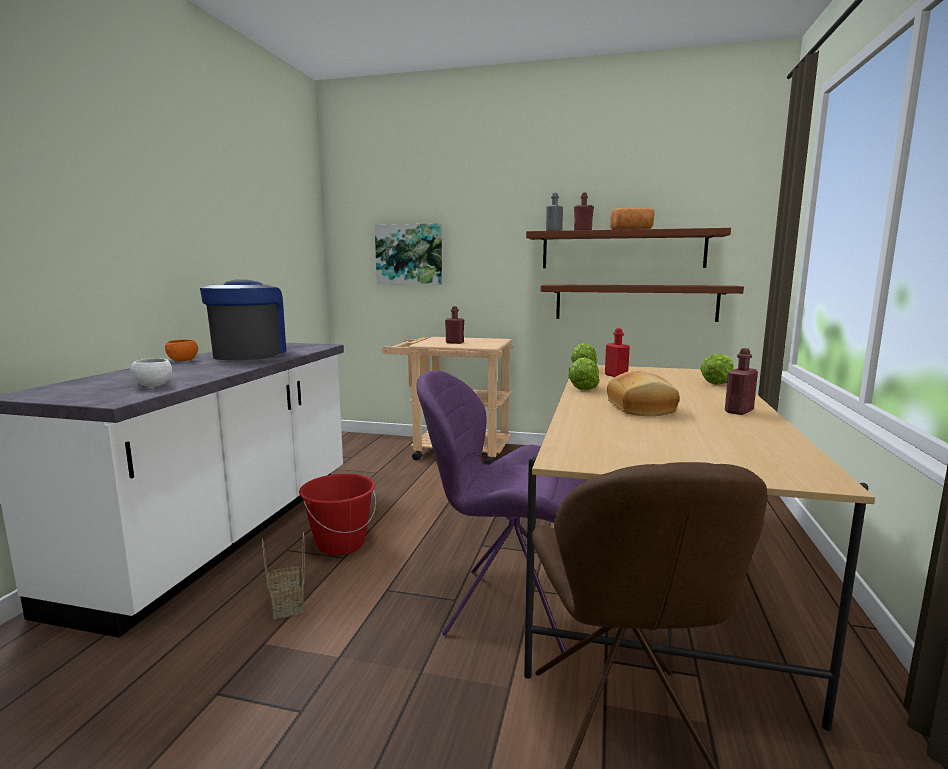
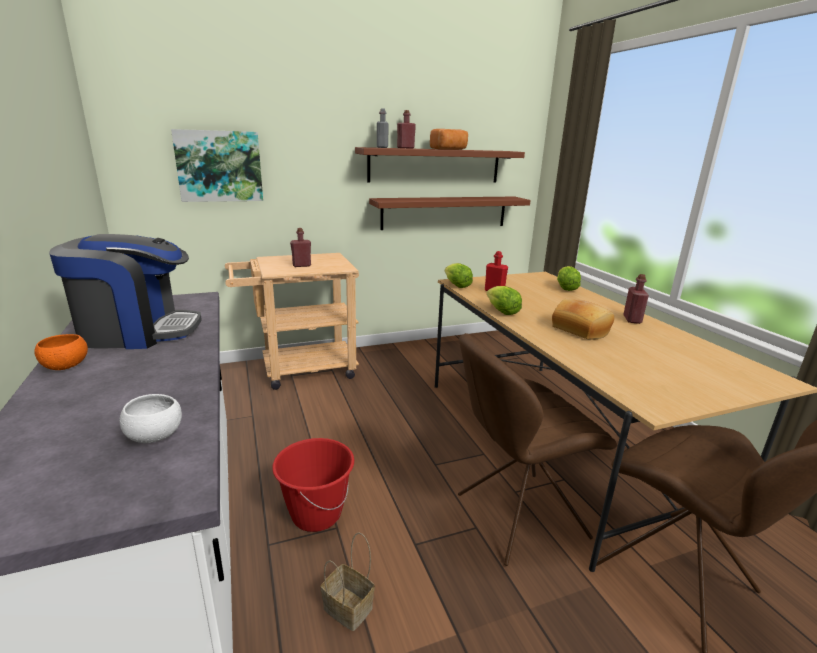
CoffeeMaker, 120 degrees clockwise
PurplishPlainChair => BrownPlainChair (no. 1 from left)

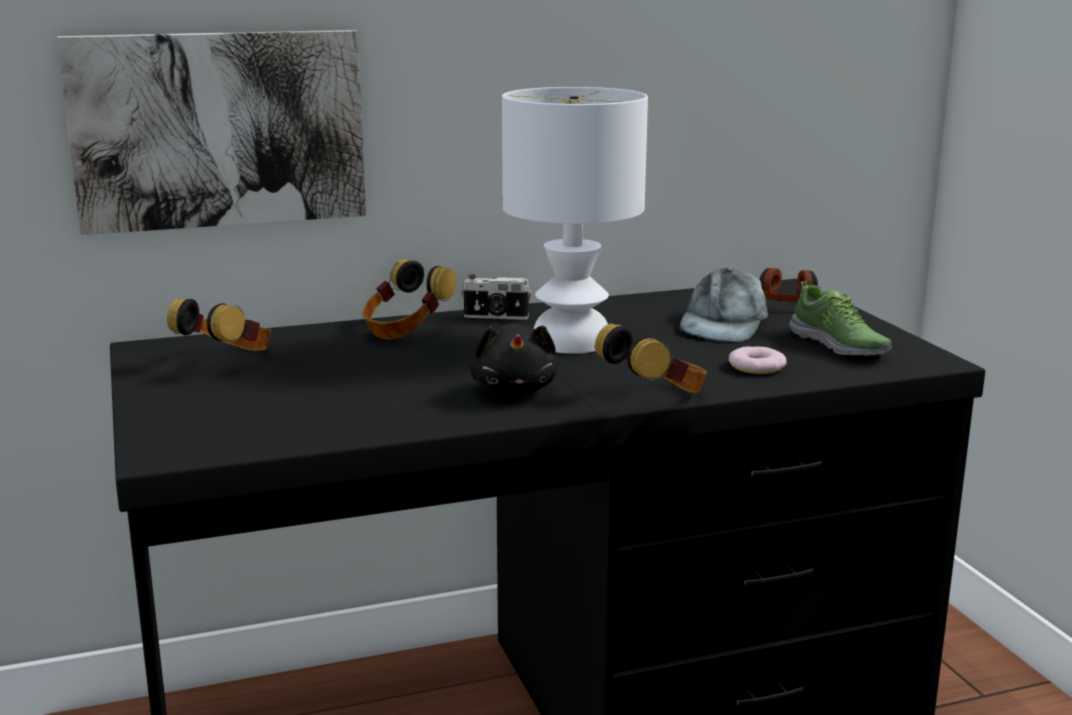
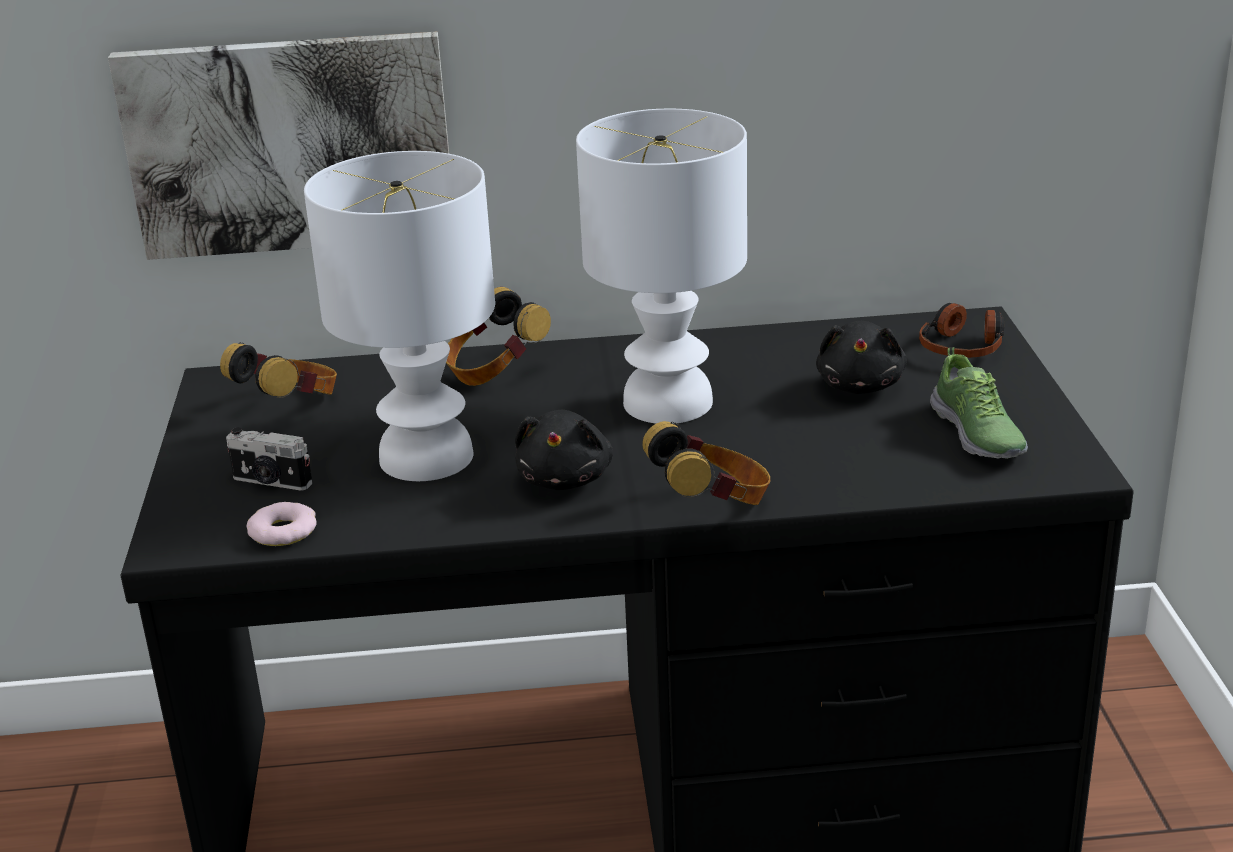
PhotoCamera, shifted
RingDoughnut, shifted
nothing => WhiteTabletopLamp (no. 1 from left)
GrayBaseballCap => BlackCuddlyToy (no. 2 from left)

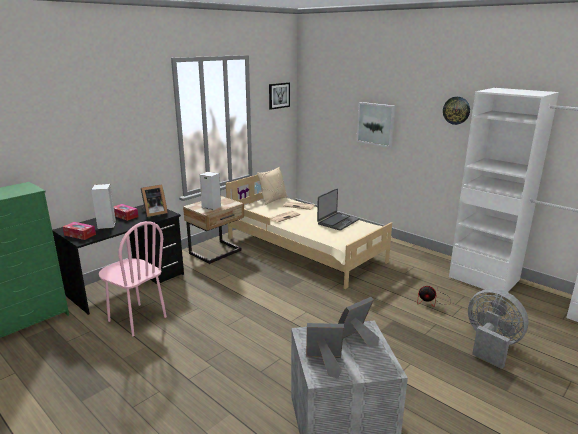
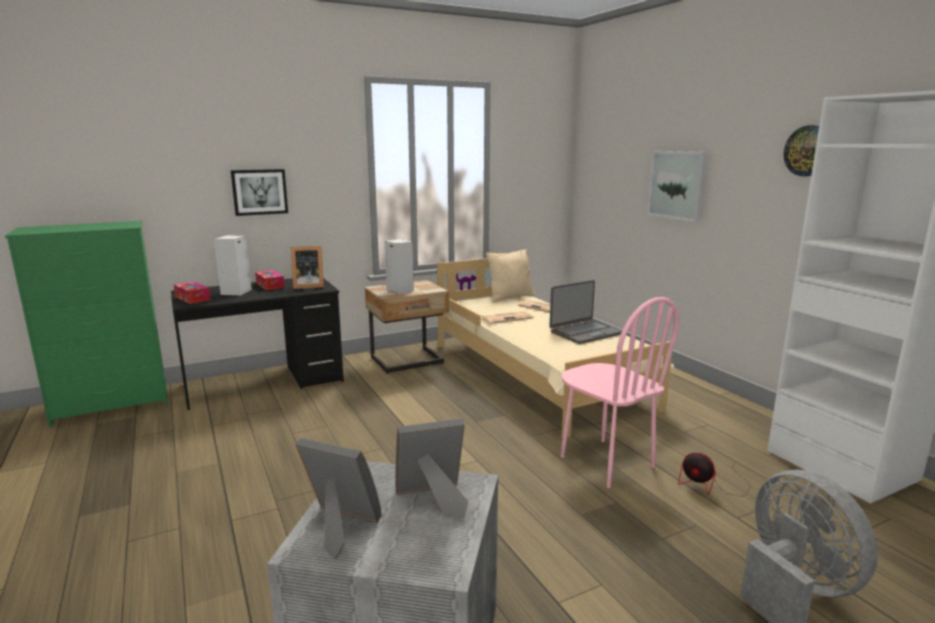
WallPicture (no. 1 from left), shifted
PinkishPlainChair, shifted

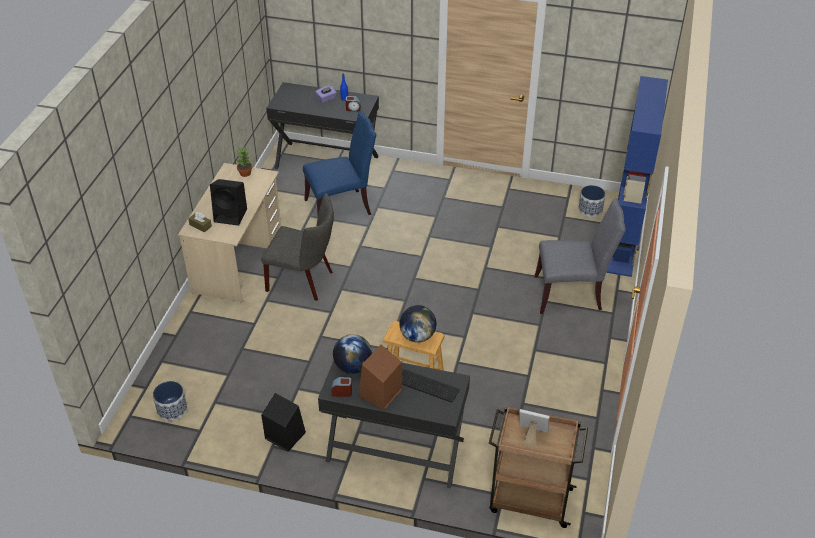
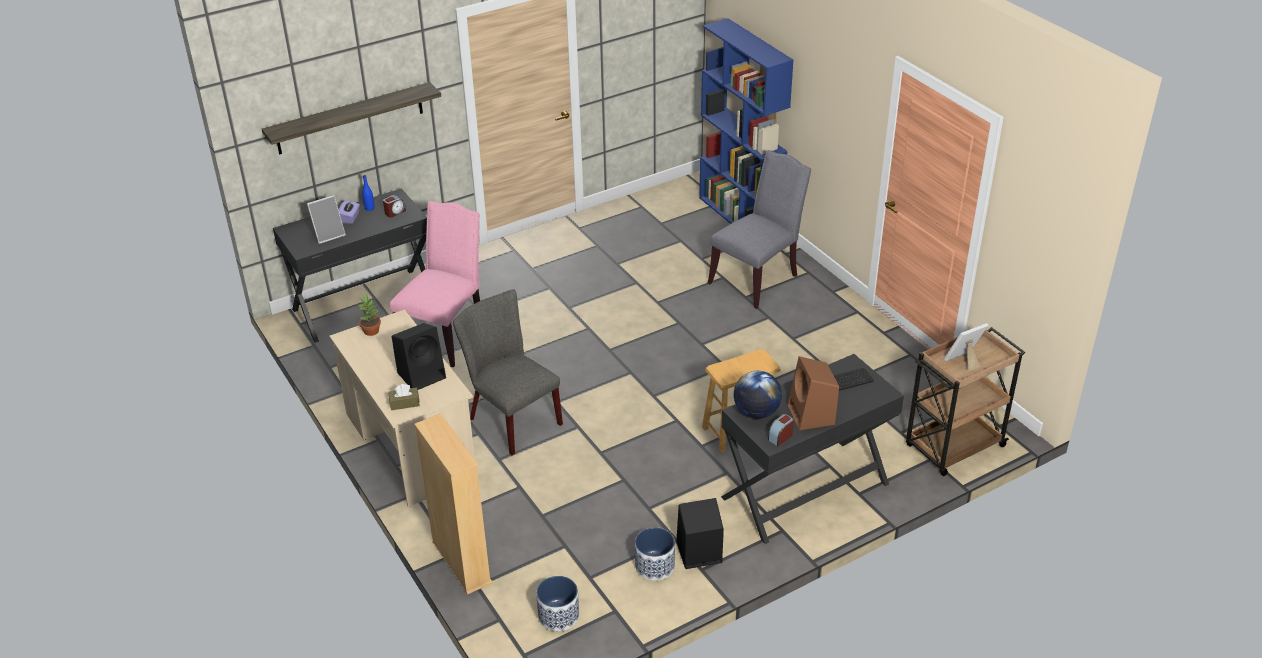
nothing => Shelf
nothing => PhotoFrame (no. 1 from left)
BlueColouredPlainChair => PinkishPlainChair
nothing => BeigeShelvingUnit
GrayPlainChair (no. 1 from left), 105 degrees counterclockwise
Planter (no. 2 from left), shifted
WorldGlobe (no. 2 from left) => nothing

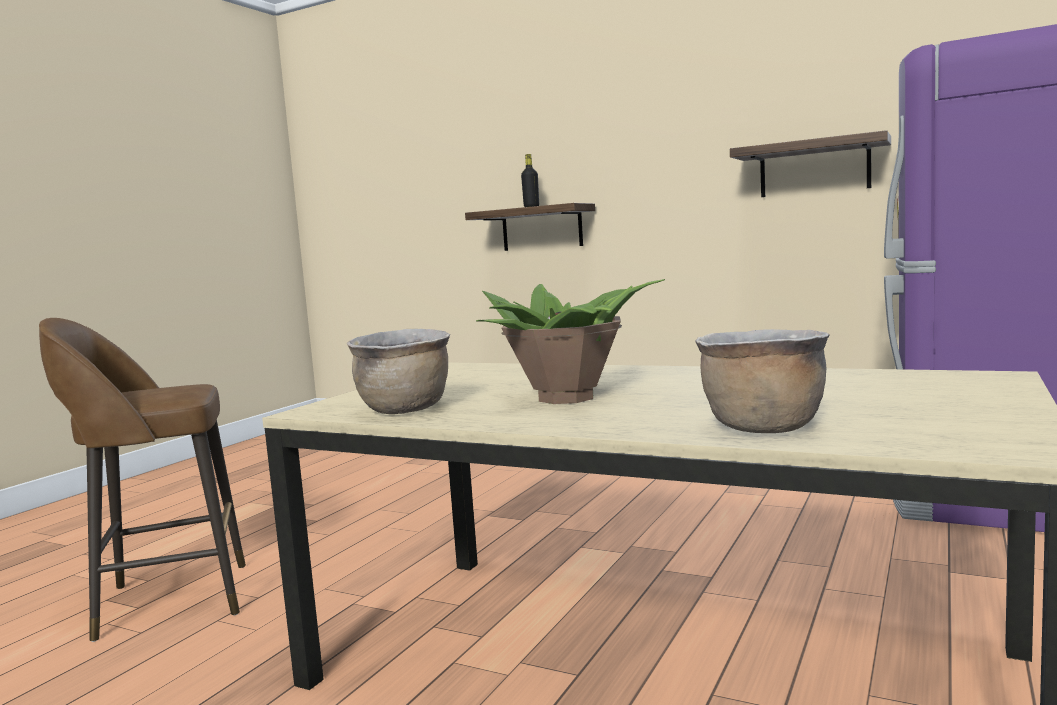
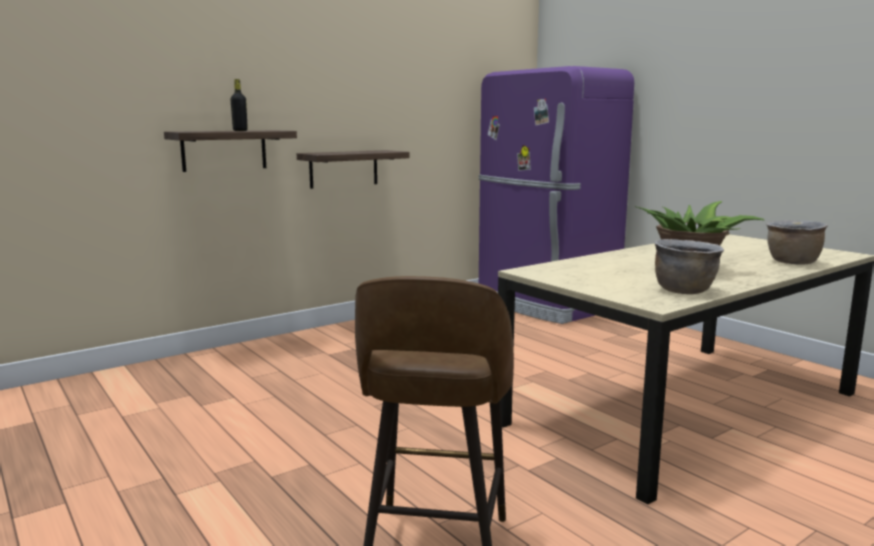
Shelf (no. 2 from left), shifted

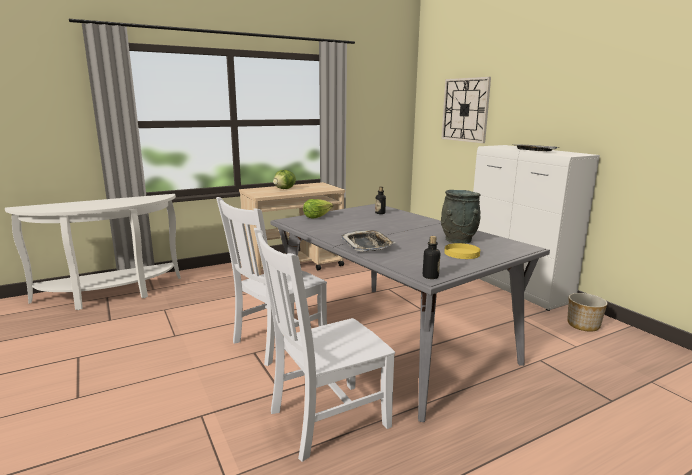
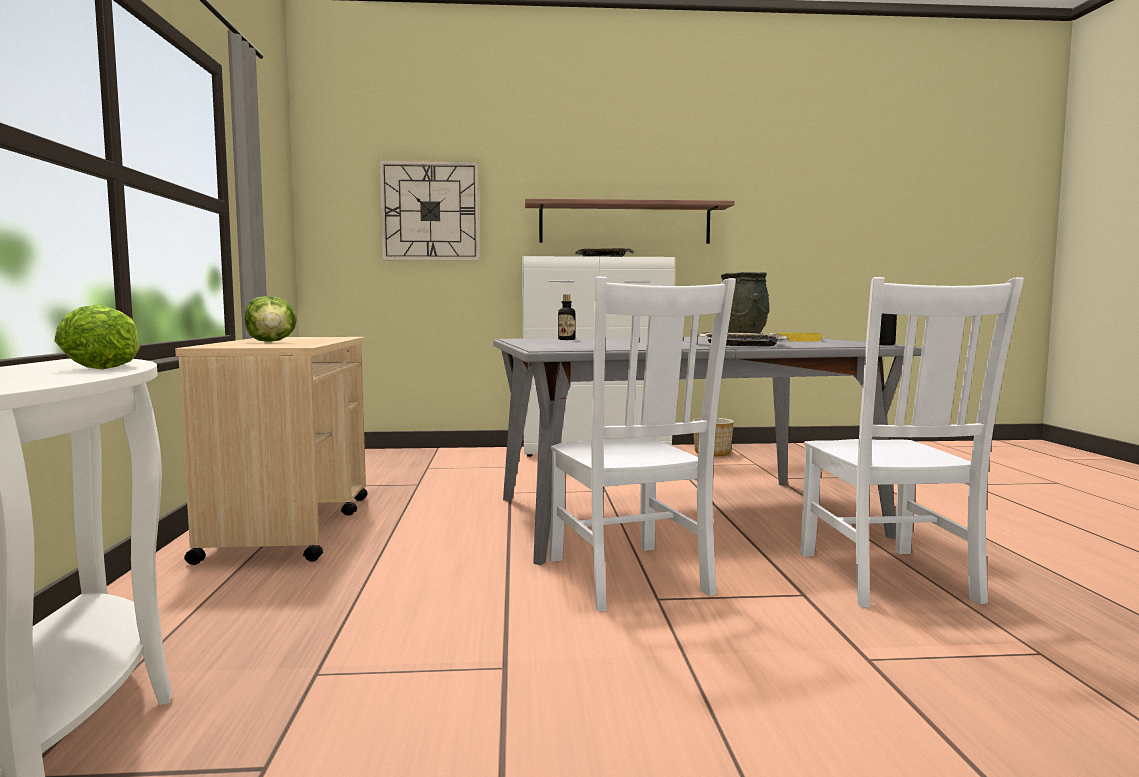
HeadOfLettuce (no. 2 from left in the first image) => HeadOfLettuce (no. 1 from left), shifted
nothing => Shelf

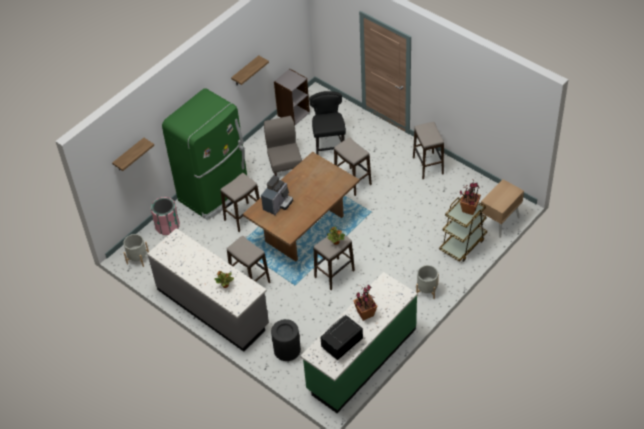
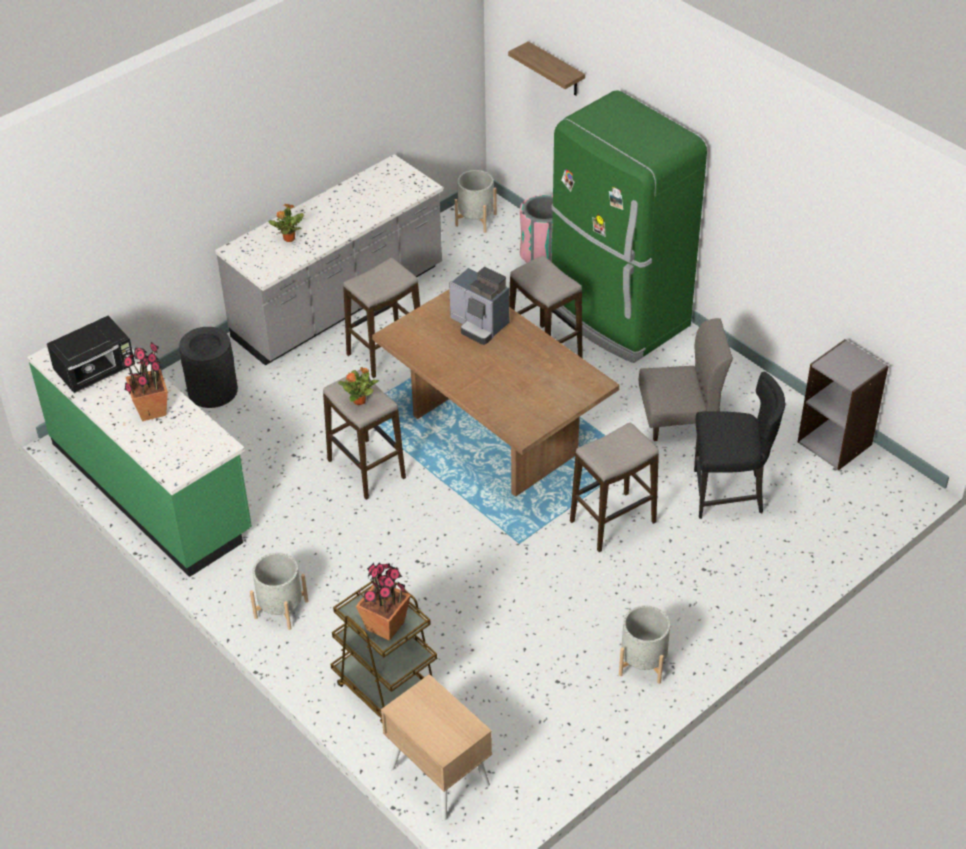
BlackMicrowave, 90 degrees clockwise
Stool (no. 5 from left) => GrayPlanter (no. 3 from left)
Shelf (no. 2 from left) => nothing

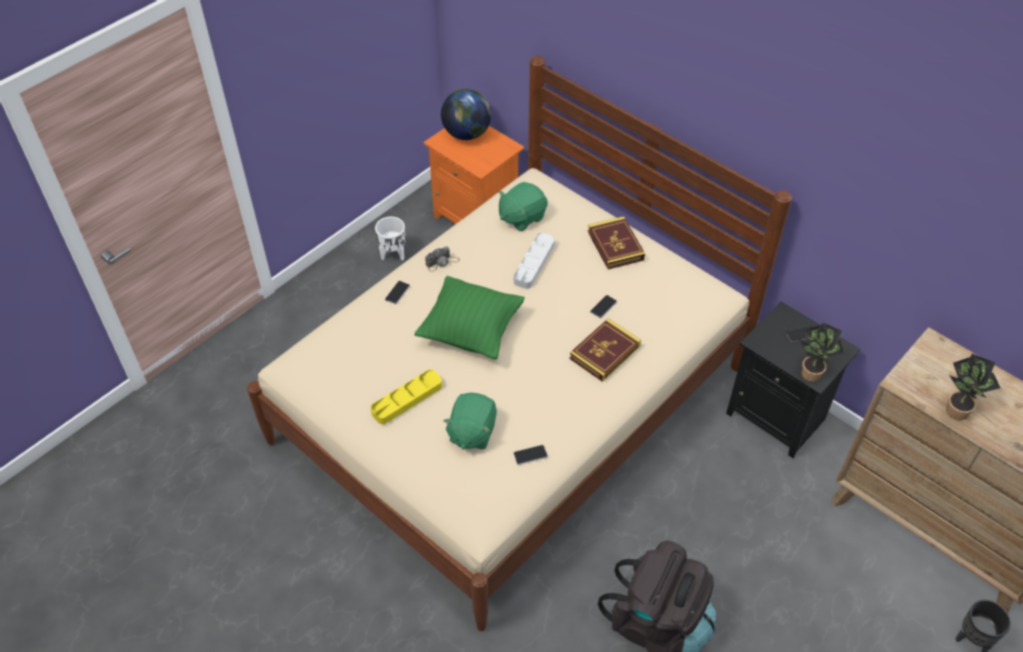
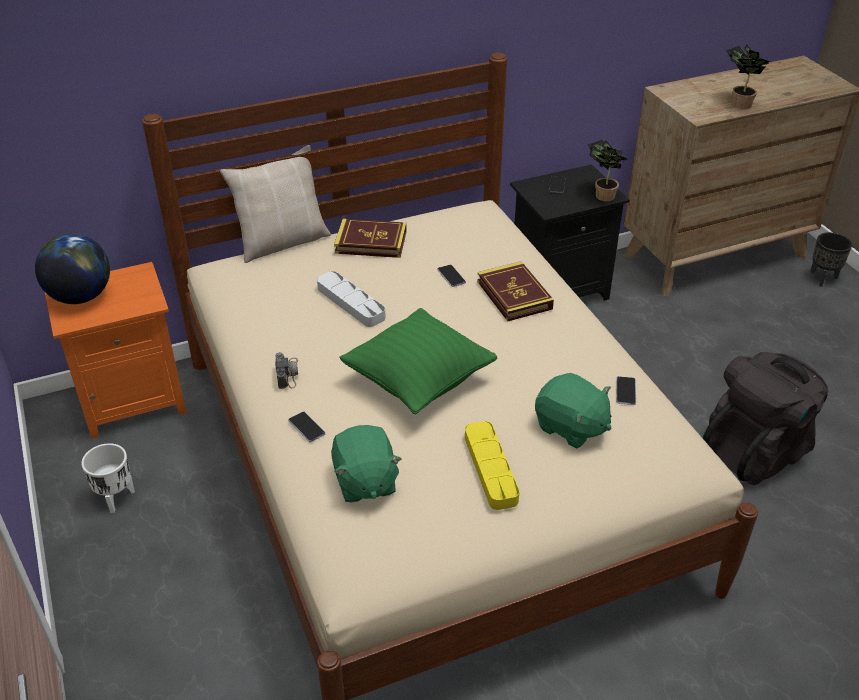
nothing => BeigeThrowPillow
GreenCuddlyToy (no. 2 from left in the first image) => GreenCuddlyToy (no. 1 from left), shifted

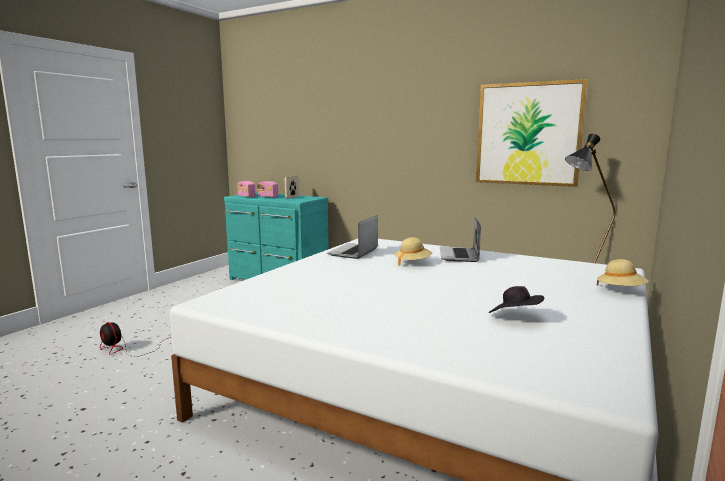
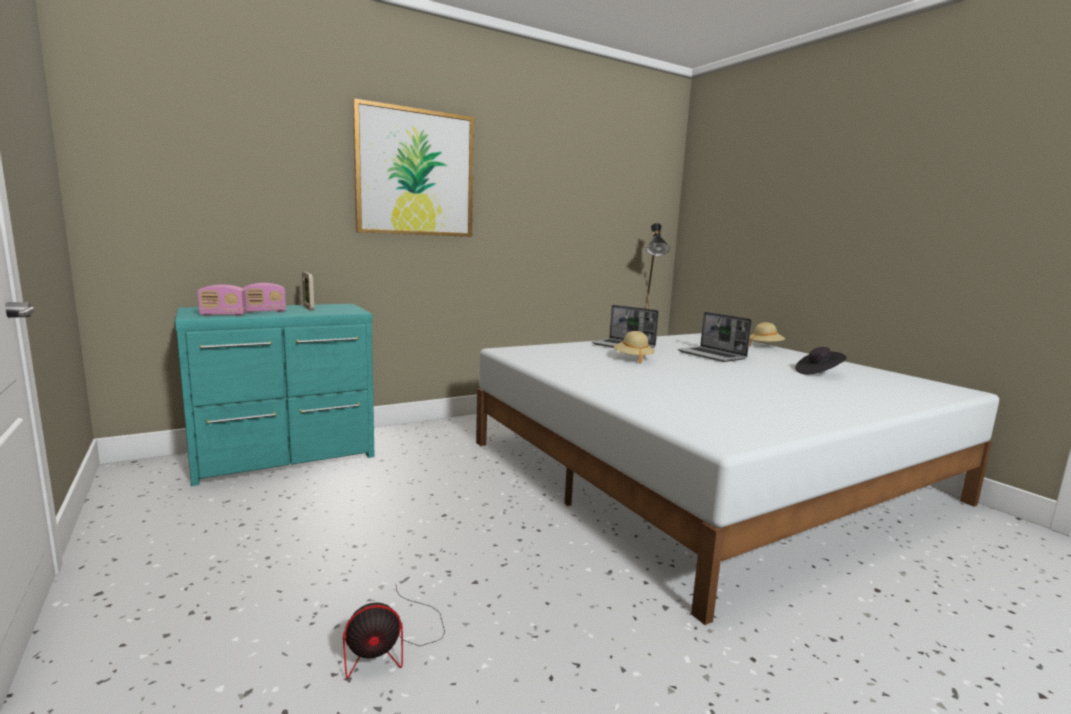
WallPicture, shifted
Laptop (no. 1 from left in the first image) => Laptop (no. 2 from left), shifted

